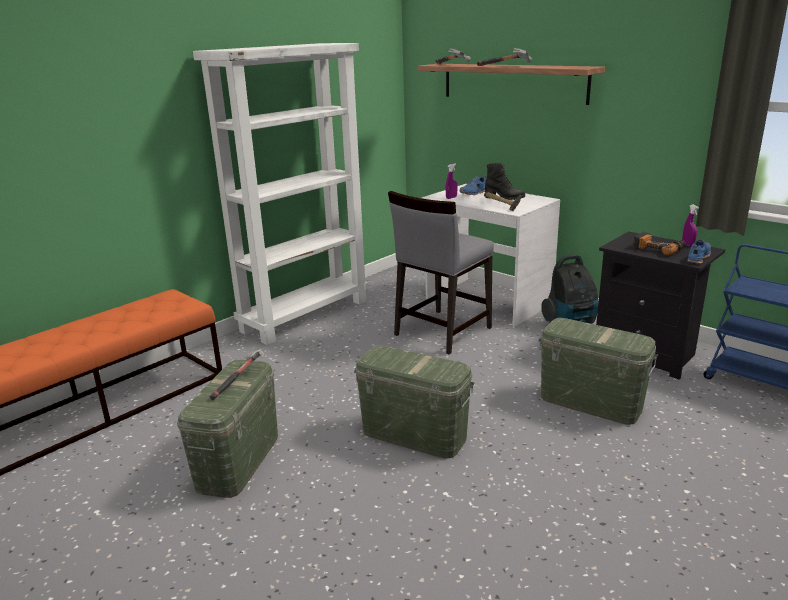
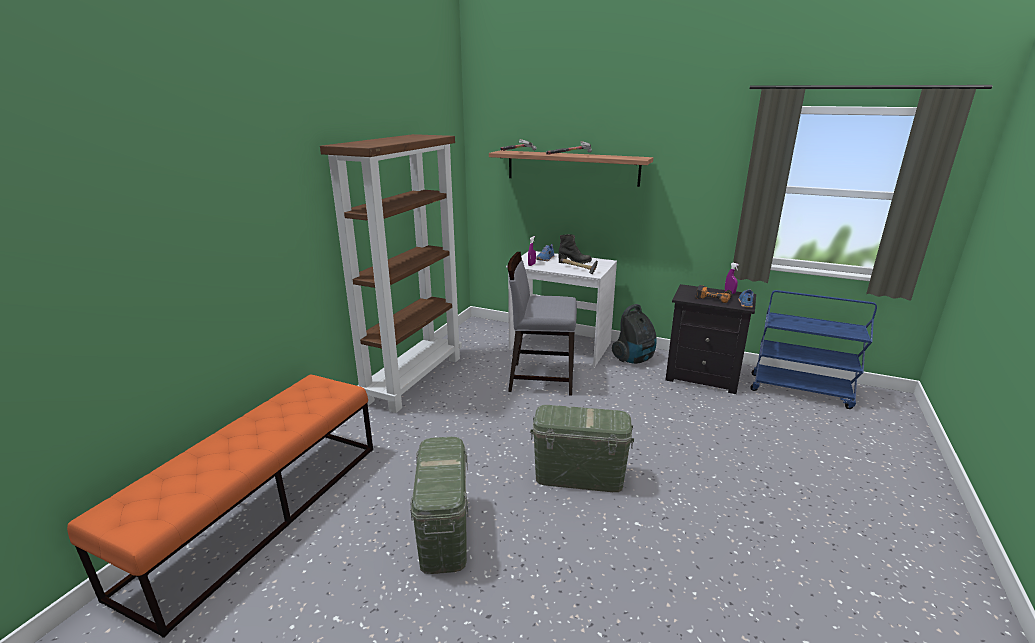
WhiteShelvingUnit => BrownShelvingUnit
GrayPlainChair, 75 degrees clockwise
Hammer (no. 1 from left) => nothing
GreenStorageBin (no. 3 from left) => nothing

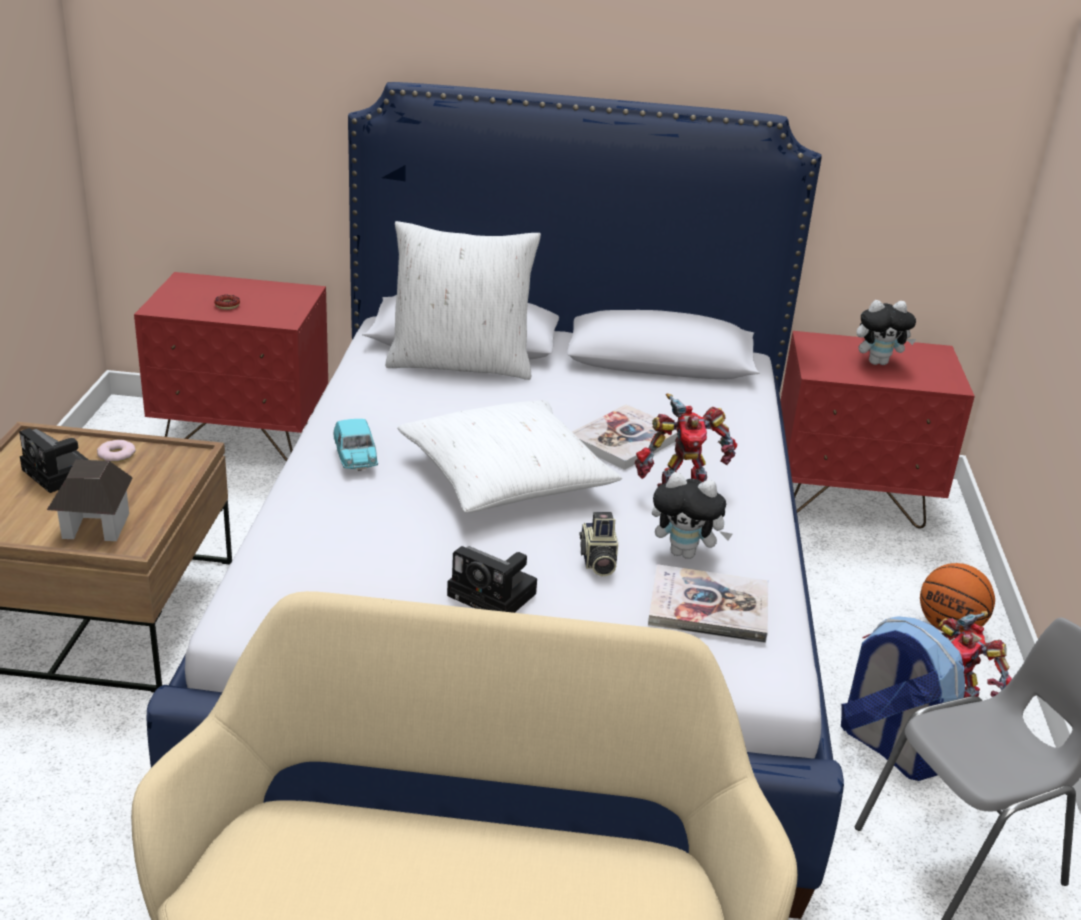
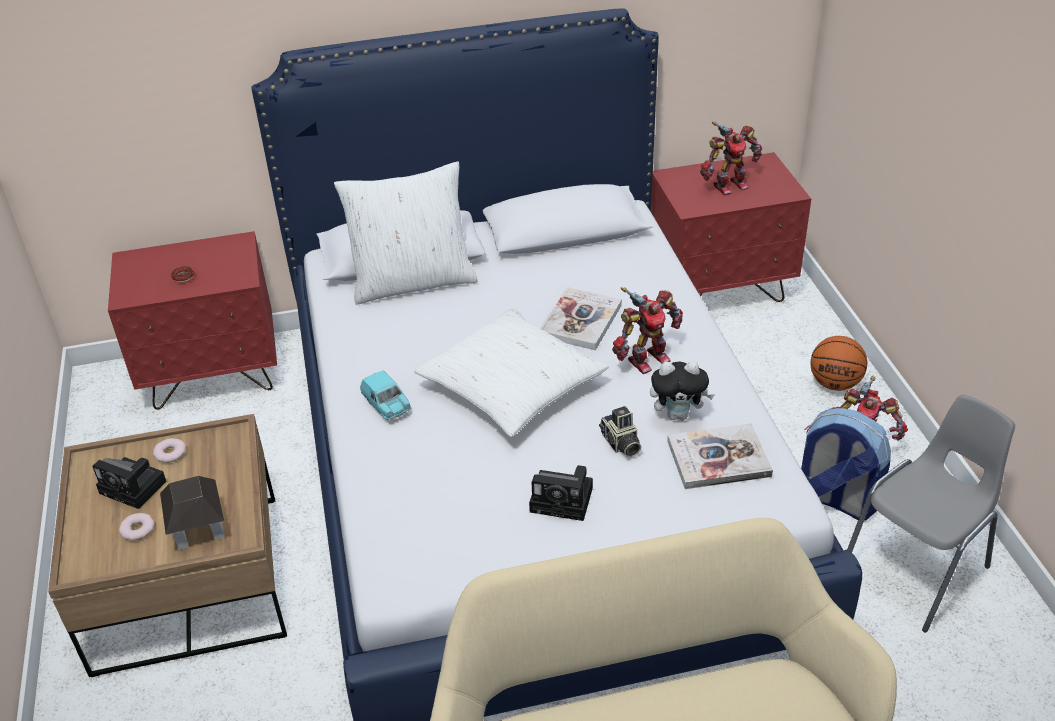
nothing => RingDoughnut (no. 1 from left)
CuddlyToy (no. 2 from left) => RobotFigure (no. 2 from left)

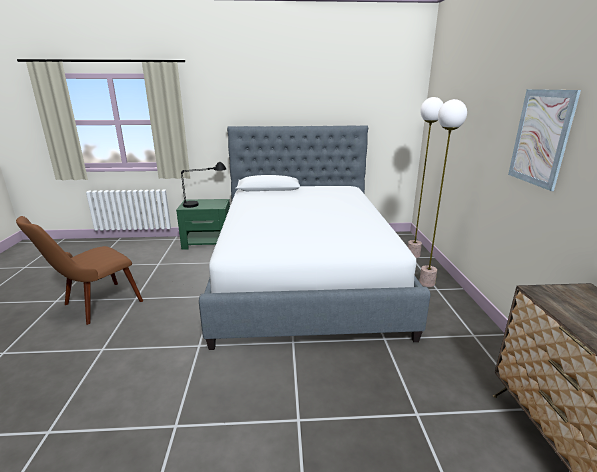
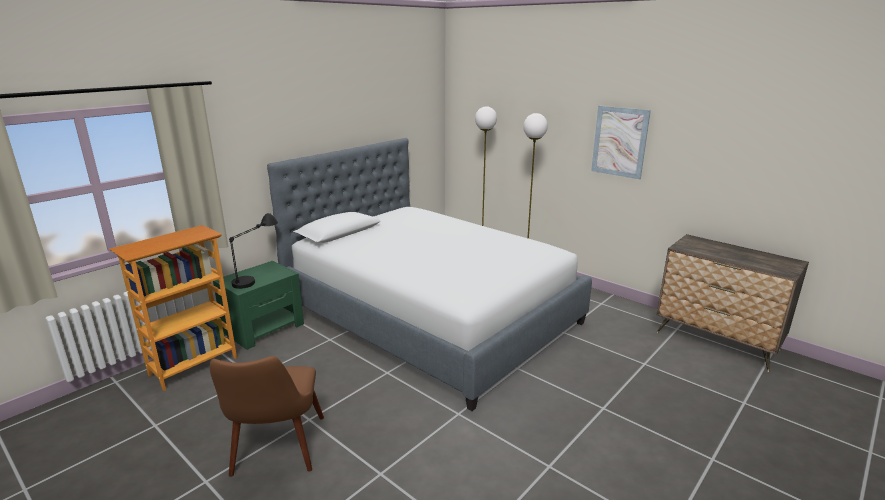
nothing => ShelvingUnit

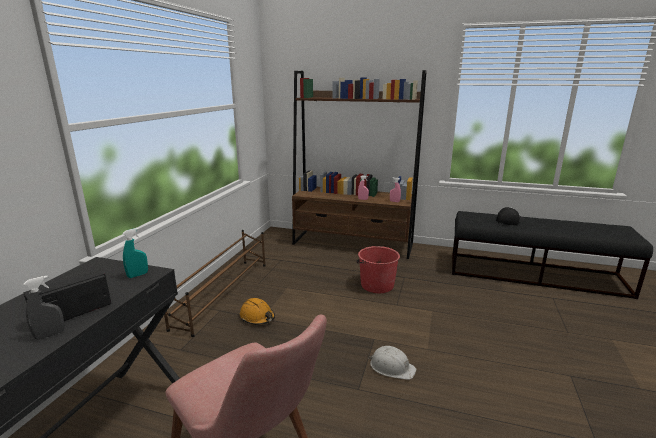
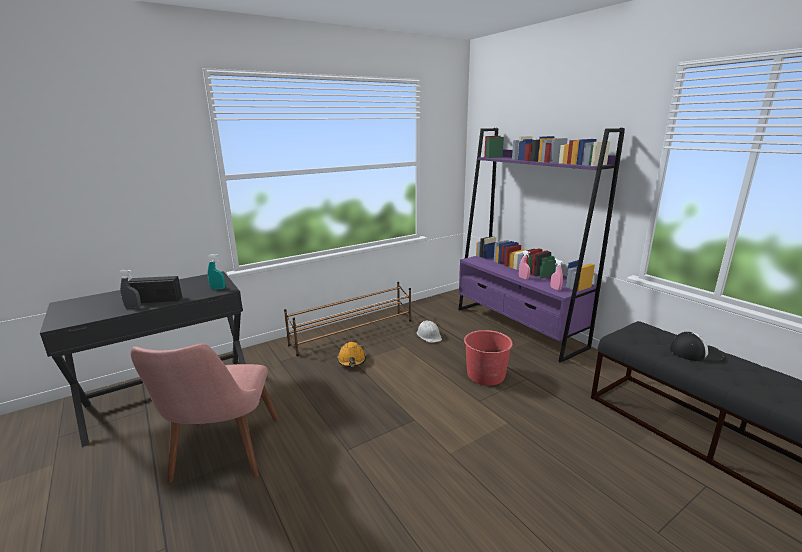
WhiteHardHat, shifted
BrownShelvingUnit => PurplishShelvingUnit

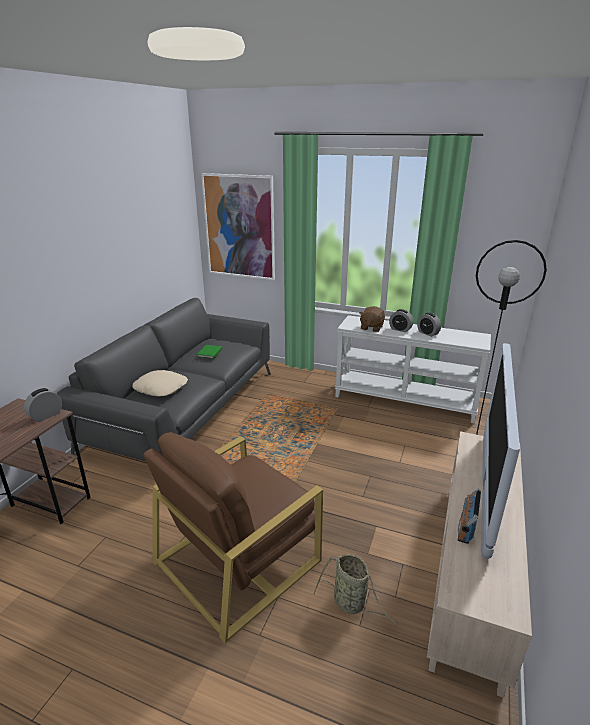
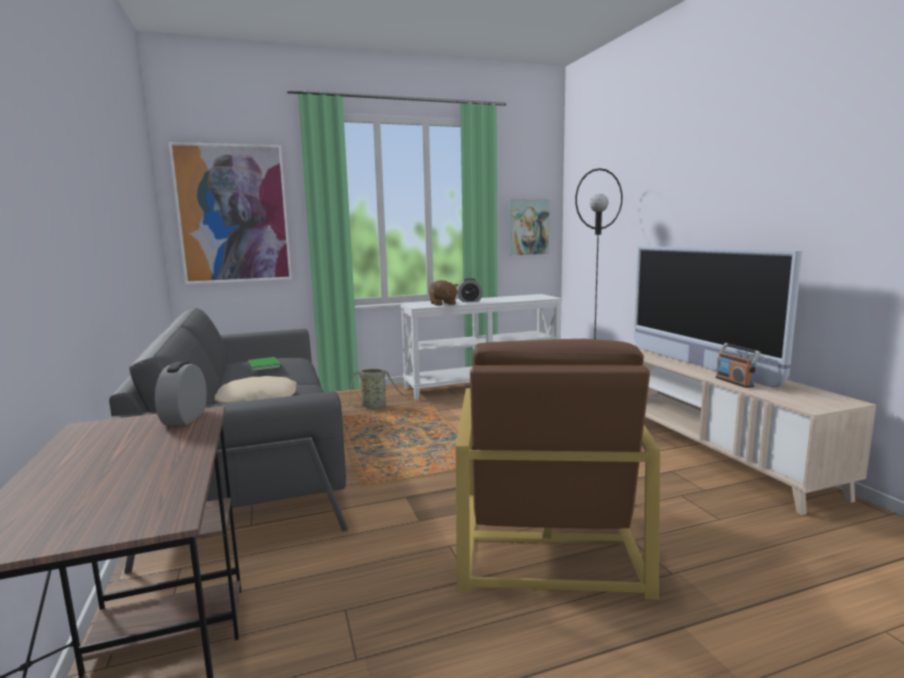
Basket, shifted
nothing => WallPicture (no. 2 from left)
TableClock (no. 3 from left) => nothing

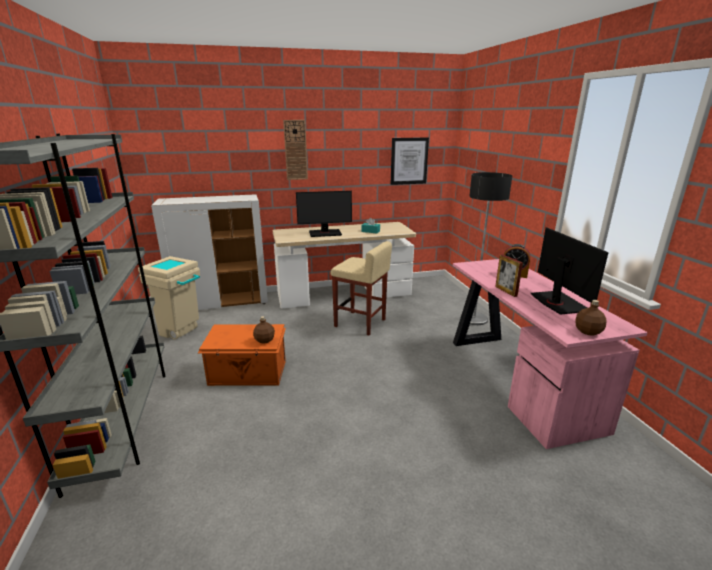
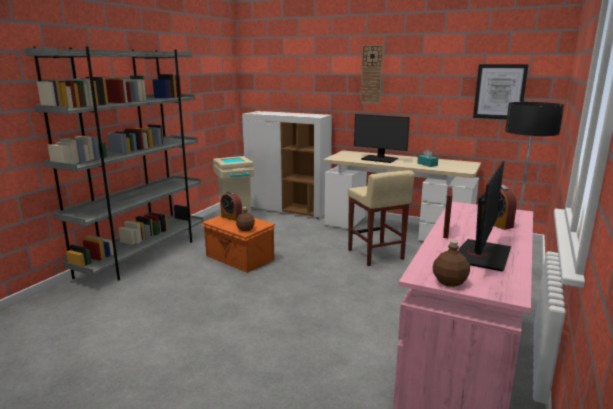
nothing => TableClock (no. 1 from left)

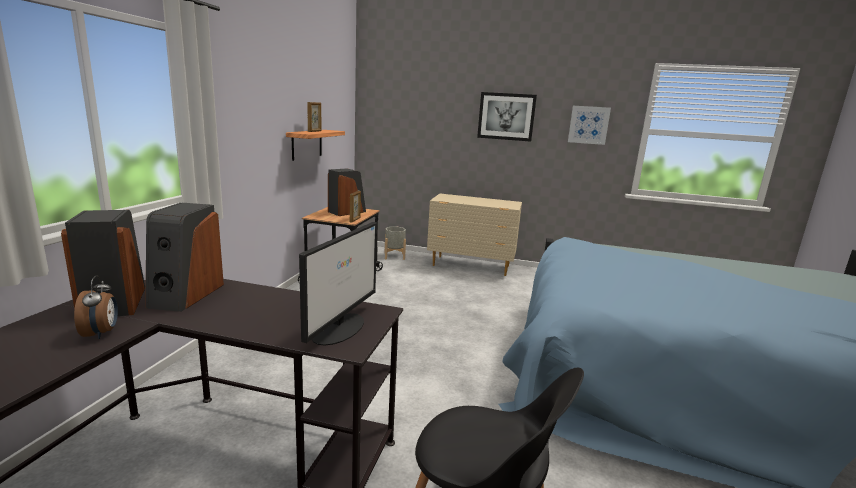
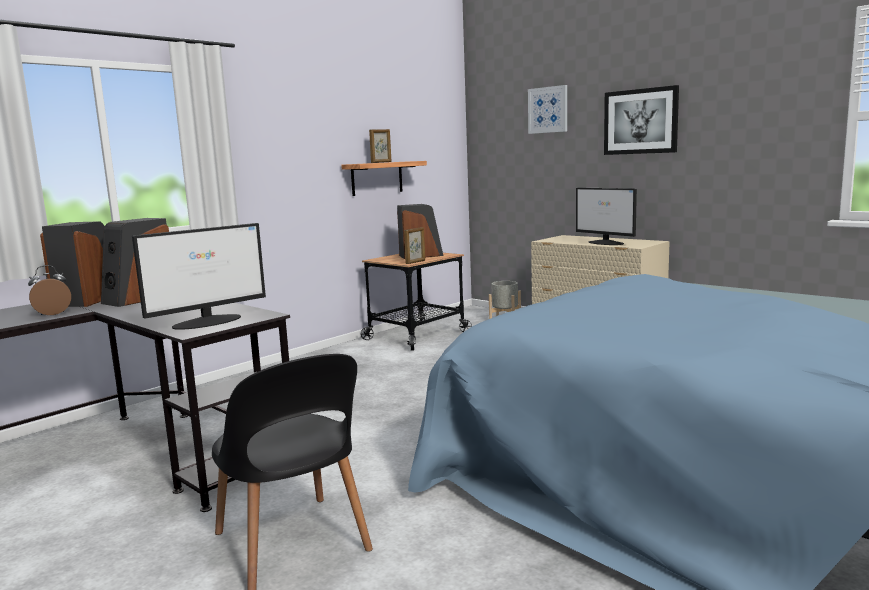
TableClock, 135 degrees counterclockwise
WallPicture (no. 2 from left in the first image) => WallPicture (no. 1 from left), shifted
nothing => Monitor (no. 2 from left)

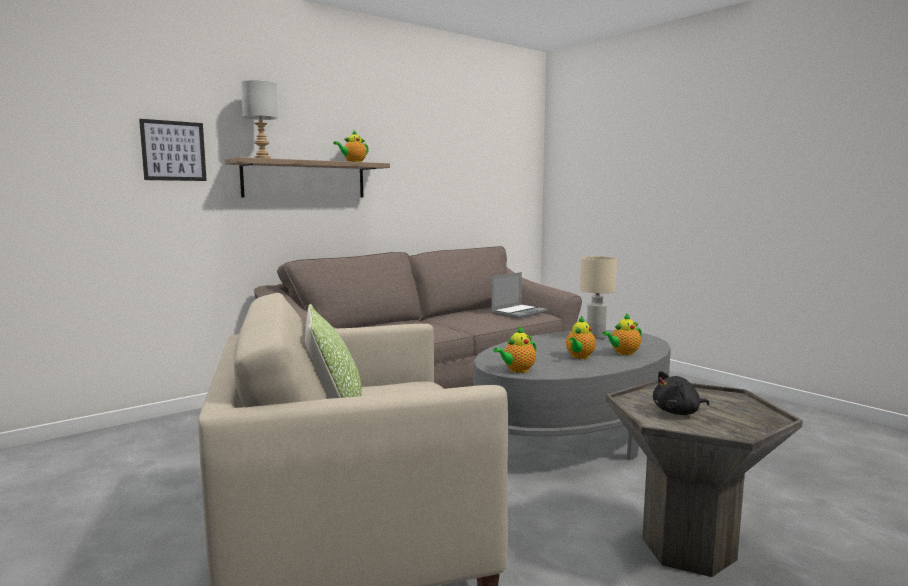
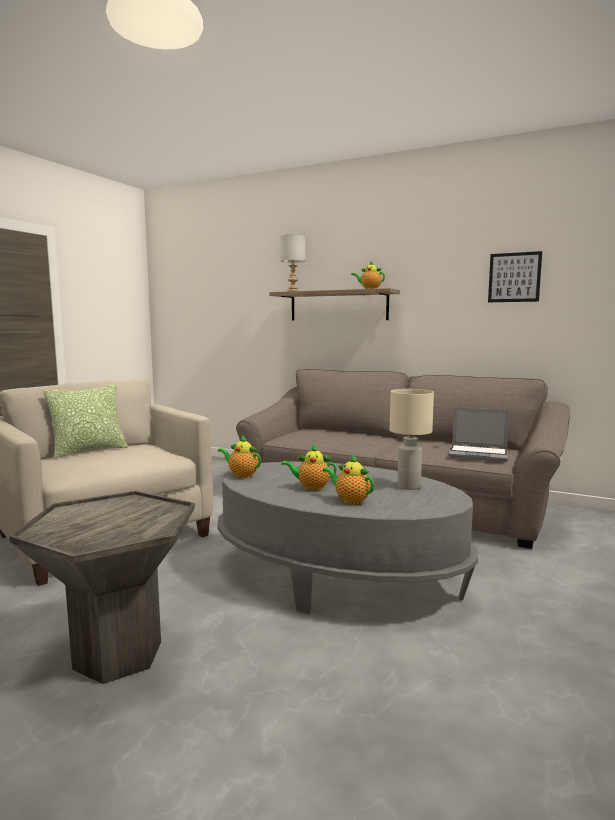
WallPicture, shifted
BlackCuddlyToy => nothing

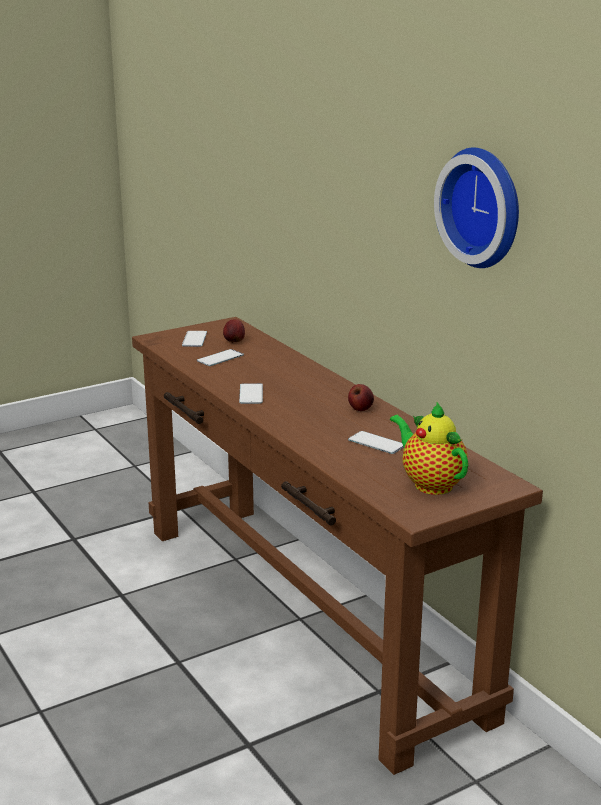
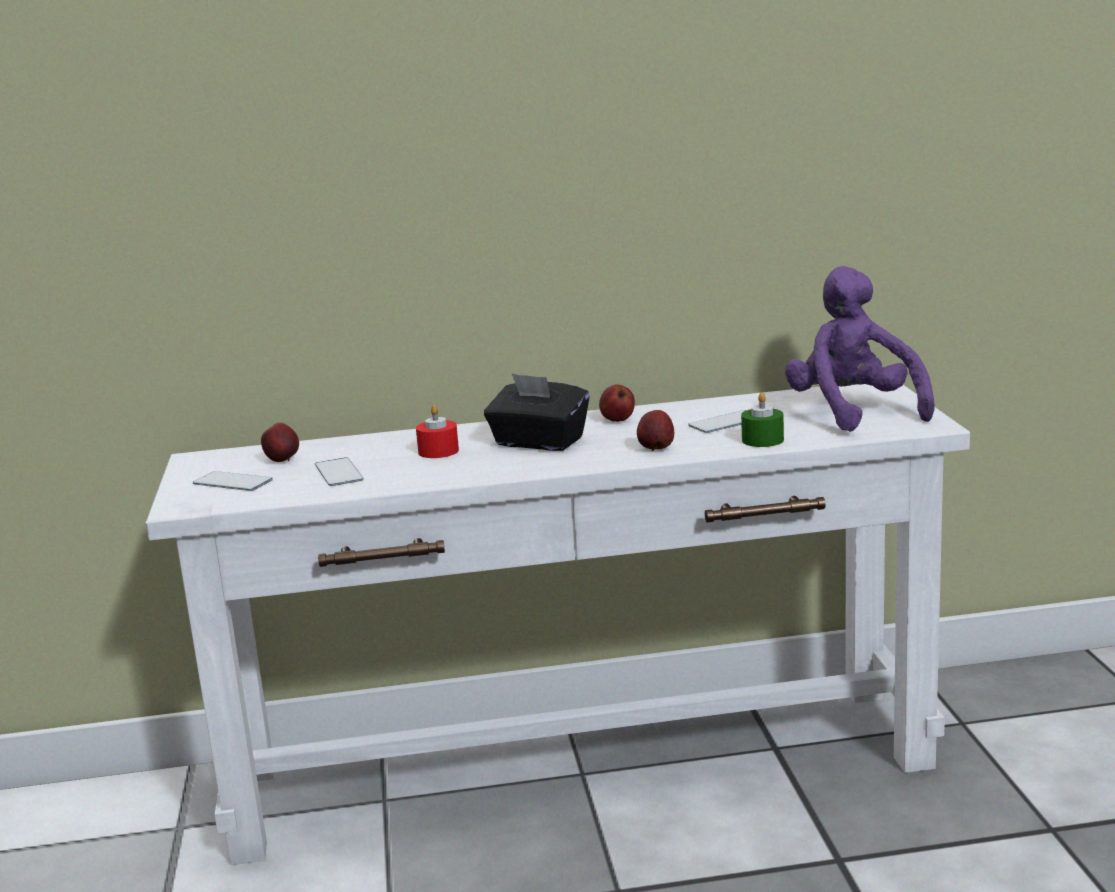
BrownHallTable => WhiteHallTable
nothing => RedColouredCandle
nothing => BlackBoxOfTissues
nothing => WholeApple (no. 3 from left)
nothing => GreenCandle
TeaPot => PurplishCuddlyToy
Handset (no. 3 from left) => nothing
HangingClock => nothing

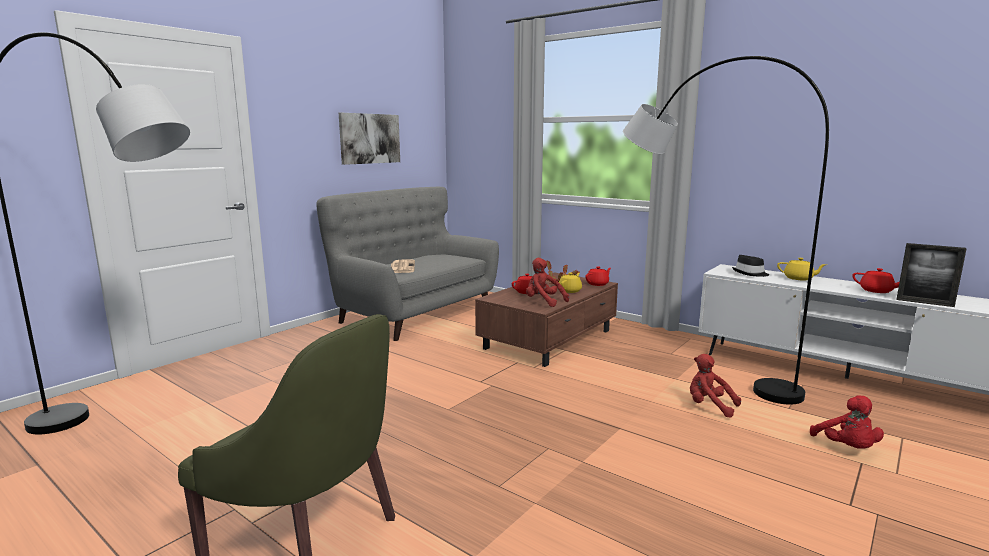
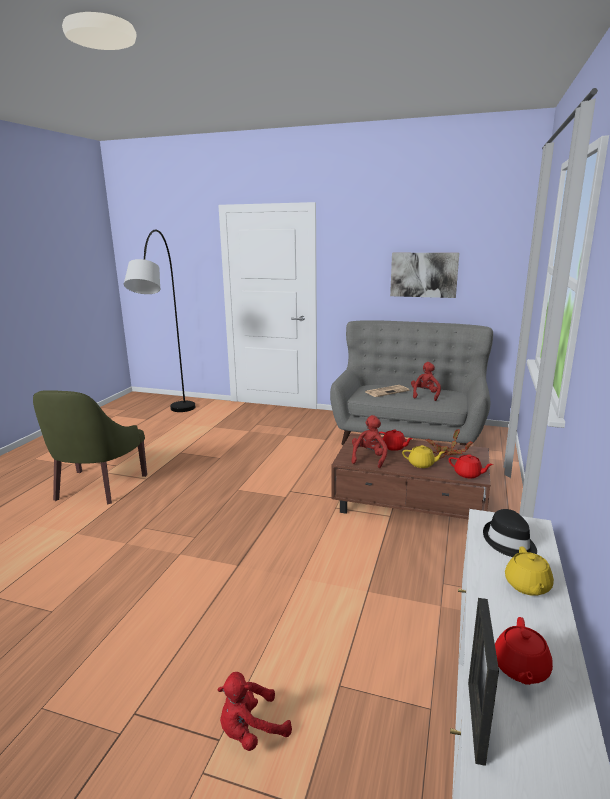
RedColouredCuddlyToy (no. 2 from left in the first image) => RedColouredCuddlyToy (no. 3 from left), shifted
GrayFloorLamp (no. 2 from left) => nothing

